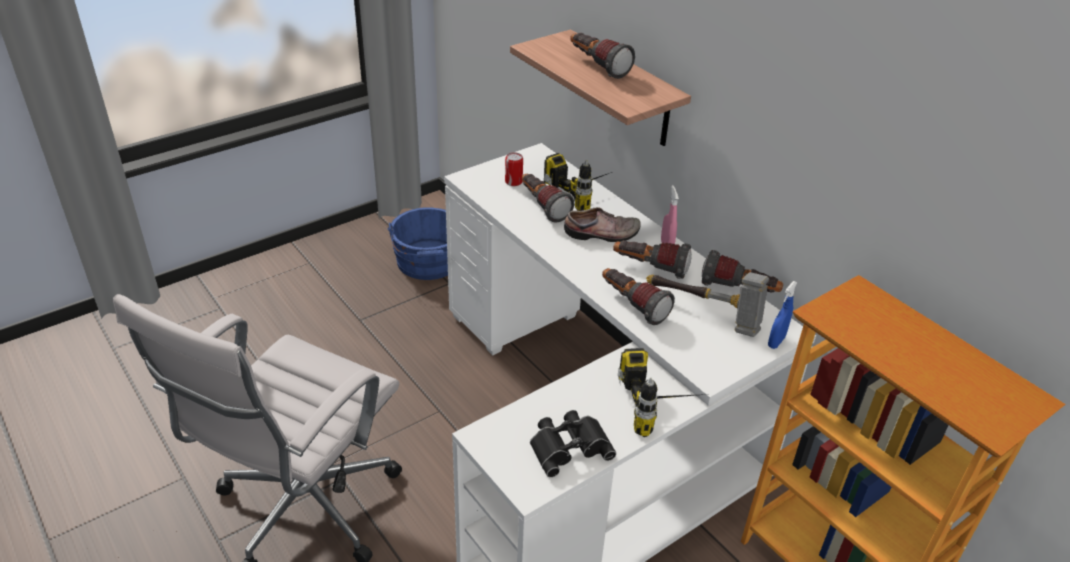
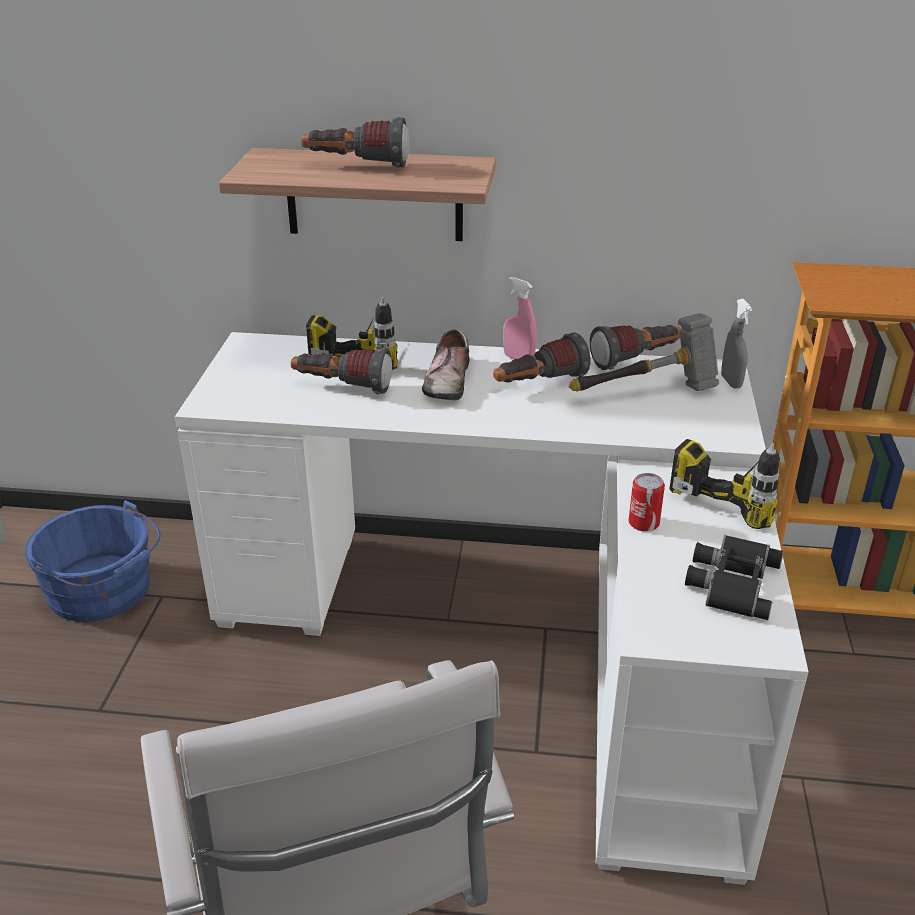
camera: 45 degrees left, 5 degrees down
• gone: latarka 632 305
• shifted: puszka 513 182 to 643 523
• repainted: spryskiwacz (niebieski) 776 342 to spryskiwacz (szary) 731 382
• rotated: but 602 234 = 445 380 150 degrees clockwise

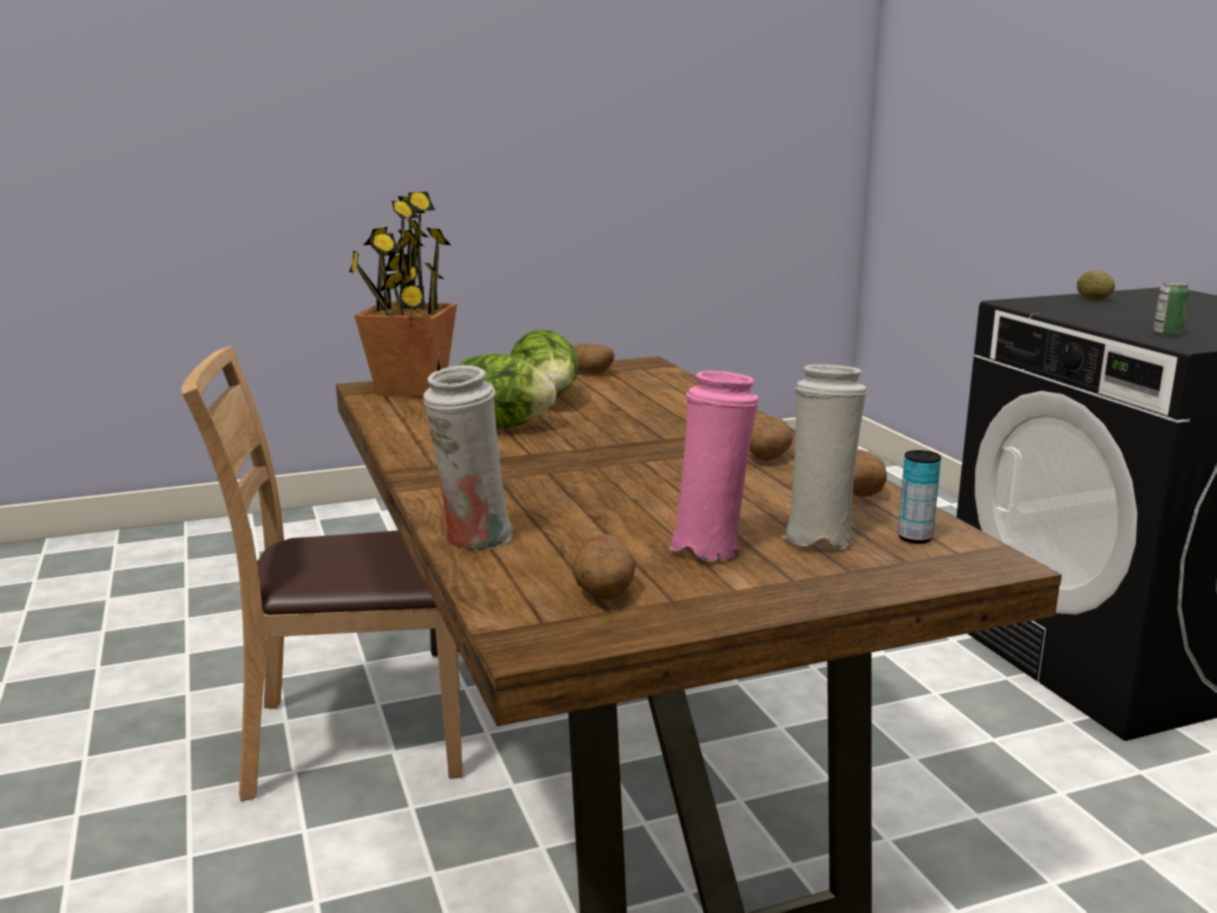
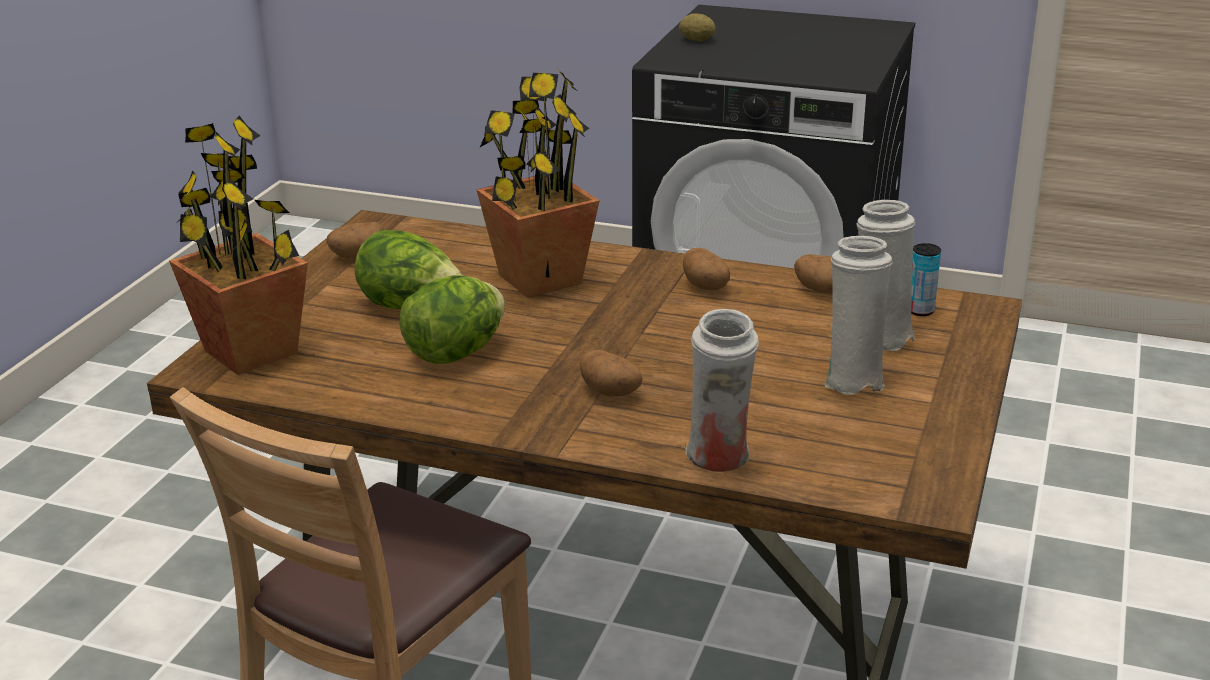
camera: 50 degrees left, 10 degrees up
• gone: puszka 1167 334
• new: roślina doniczkowa 539 279
• shifted: ziemniak 604 593 to 611 392
• repainted: wazon (różowy) 710 548 to wazon (biały) 852 380

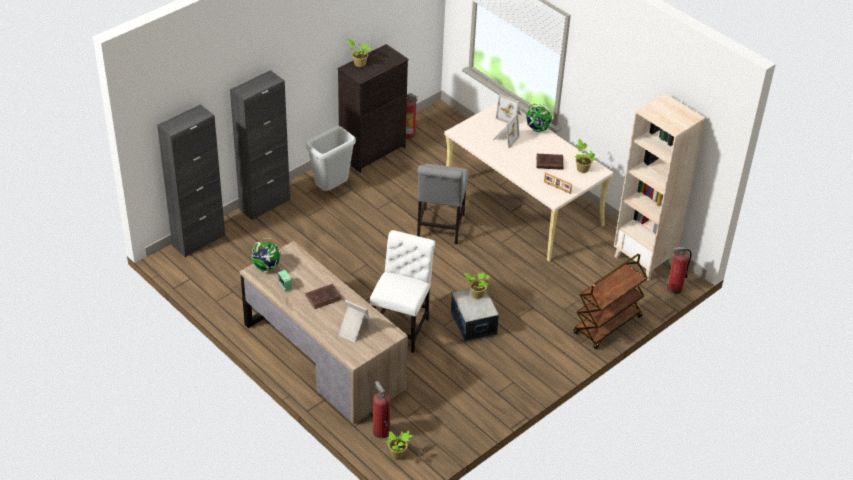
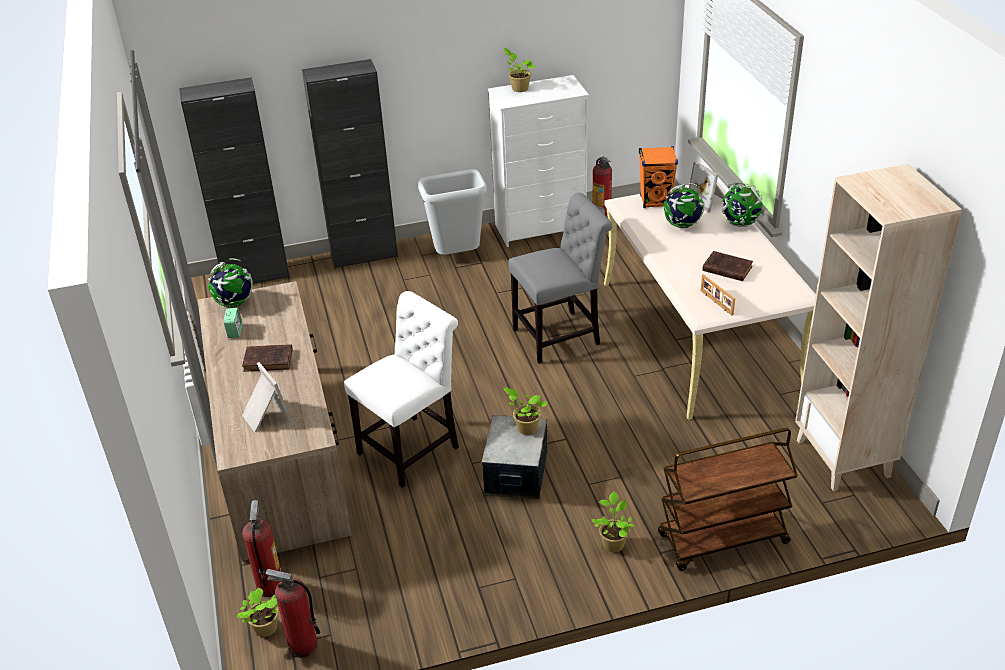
camera: 30 degrees right, 5 degrees down
• new: głośnik (pomarańczowy) 655 201
• shifted: roślina doniczkowa 582 168 to 613 543
• shifted: gaśnica 674 288 to 302 645
• swapped: ramka na zdjęcie 504 139 to globus 682 225
• repainted: komoda (czarny) 373 152 to komoda (biały) 541 228
• rotated: krzesło (szary) 439 228 = 560 336 150 degrees counterclockwise

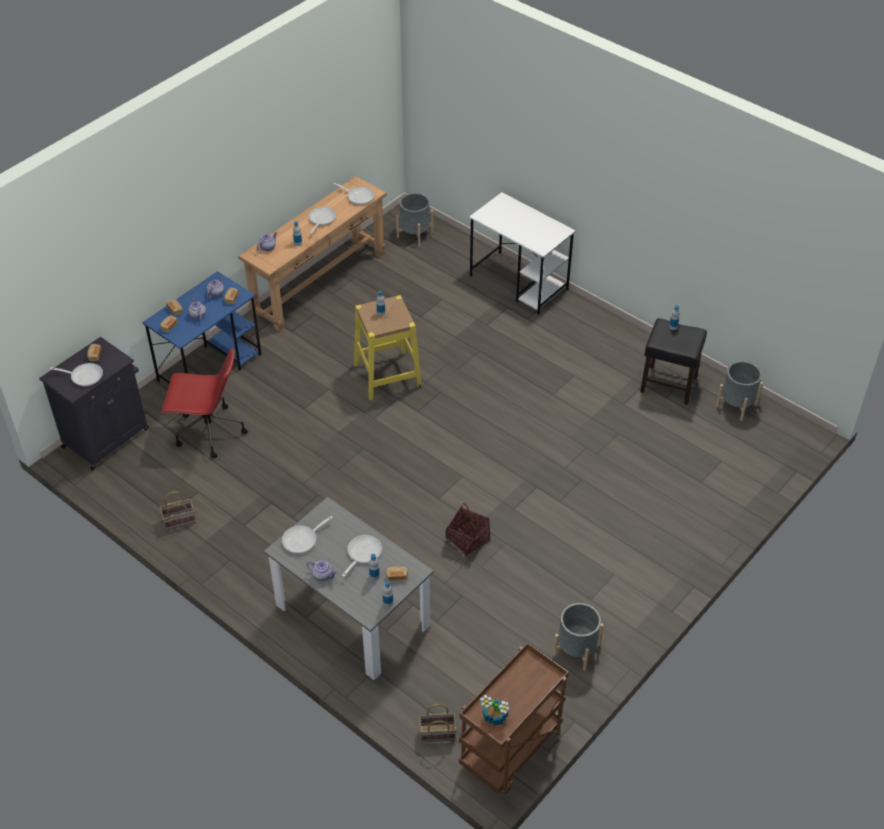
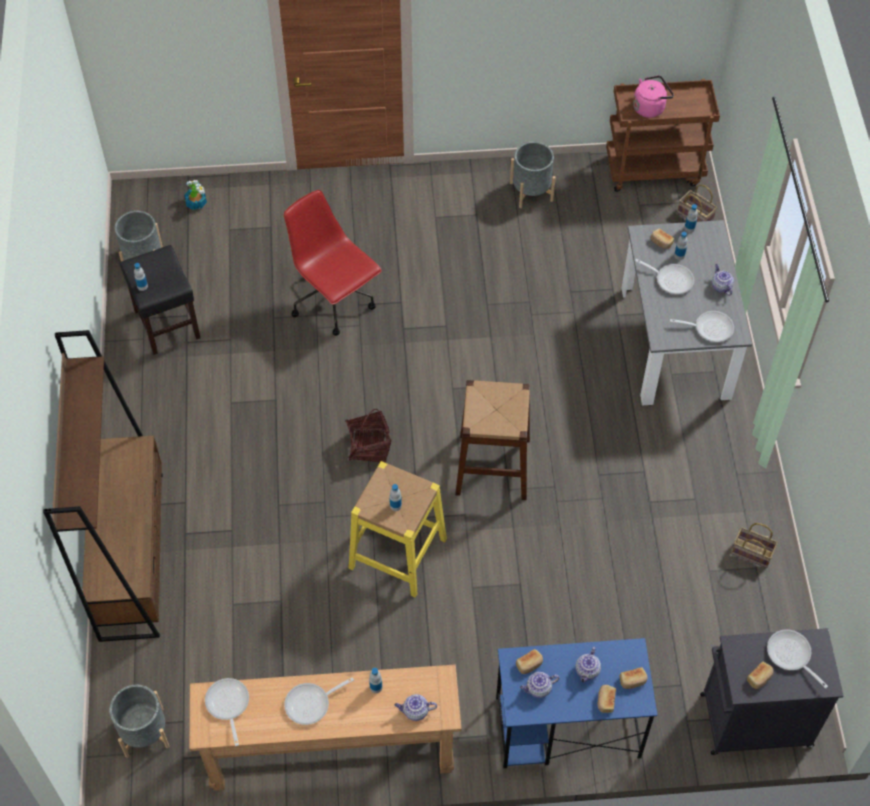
camera: 135 degrees left, 10 degrees up
• new: stołek (brązowy) 493 466
• new: czajnik (różowy) 650 107
• shifted: krzesło biurowe (czerwony) 208 432 to 334 302
• shifted: koszyk 467 540 to 369 446
• shifted: roślina doniczkowa 495 716 to 196 203
• swapped: biurko (biały) 519 282 to regał (brązowy) 132 554
• rotated: patelnia 362 553 = 671 279 135 degrees counterclockwise

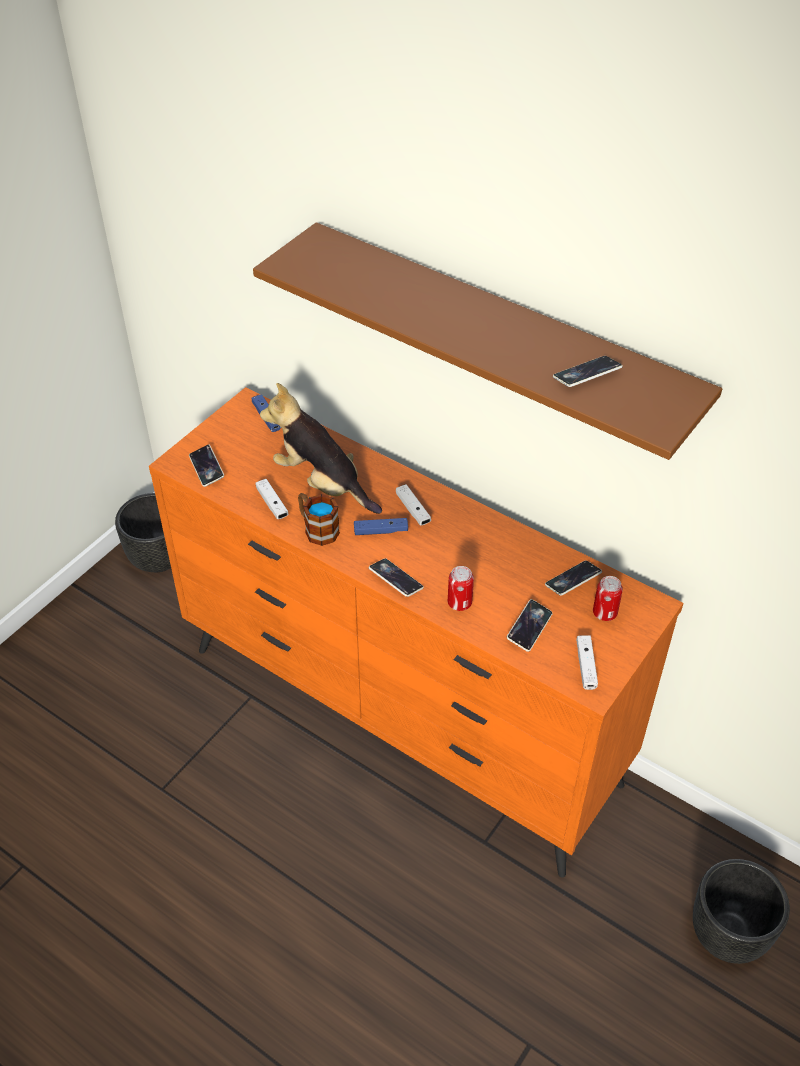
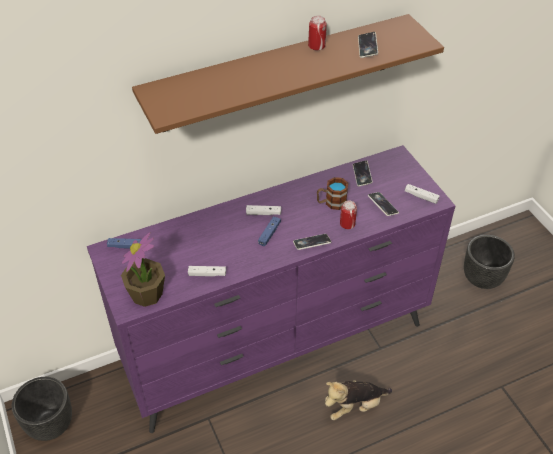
camera: 60 degrees left, 0 degrees up
• shifted: pluszak 322 483 to 354 406
• shifted: kubek 317 529 to 331 203
• shifted: puszka 604 613 to 316 46
• swapped: telefon 206 468 to roślina doniczkowa 147 294
• repainted: komoda (pomarańczowy) 402 717 to komoda (fioletowy) 277 346

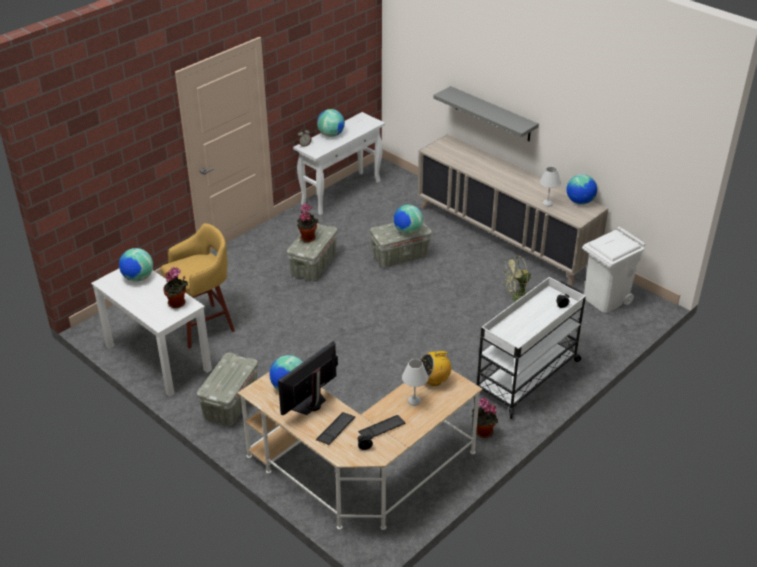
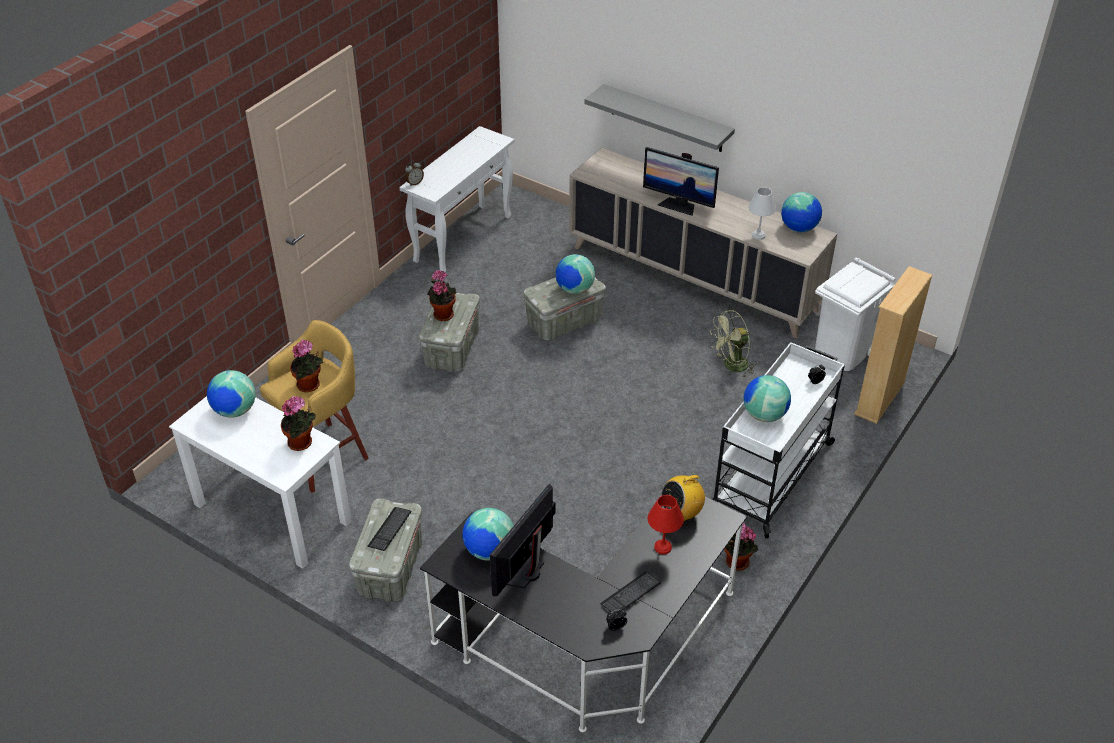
camera: 10 degrees left, 5 degrees up
• new: roślina doniczkowa 310 385
• new: monitor 679 205
• new: regał (beżowy) 880 398
• shifted: klawiatura 335 429 to 389 529
• shifted: globus 331 134 to 764 414
• repainted: biurko (beżowy) 361 474 to biurko (czarny) 592 646
• repainted: lampa stołowa (biały) 413 401 to lampa stołowa (czerwony) 662 547

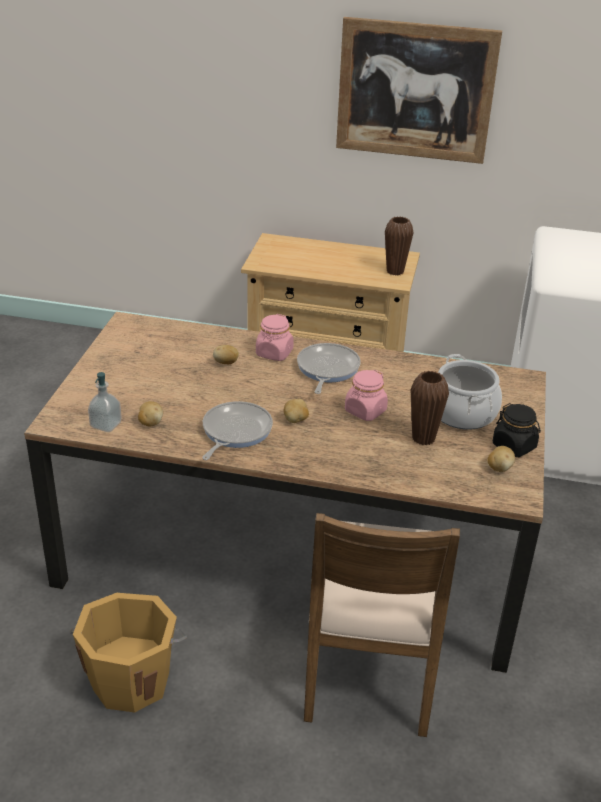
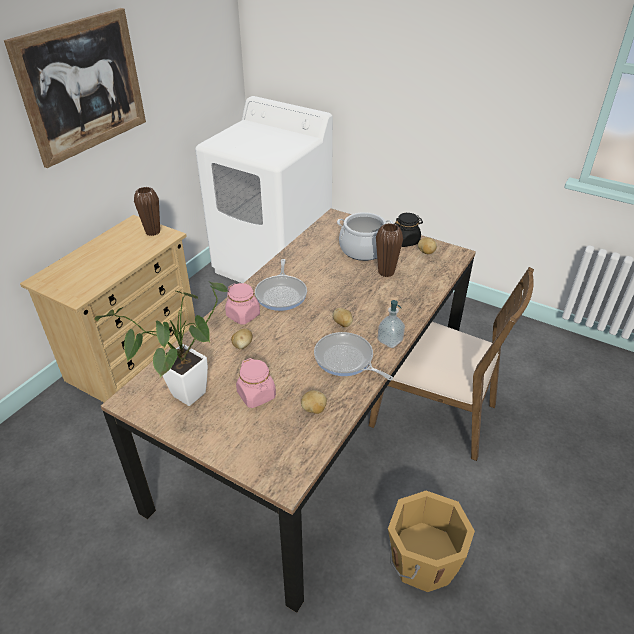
camera: 70 degrees left, 5 degrees up
• new: roślina doniczkowa 183 399
• shifted: dozownik mydła 106 425 to 390 340
• shifted: słoik (różowy) 365 411 to 256 395
• rotated: patelnia 326 369 = 281 294 120 degrees counterclockwise

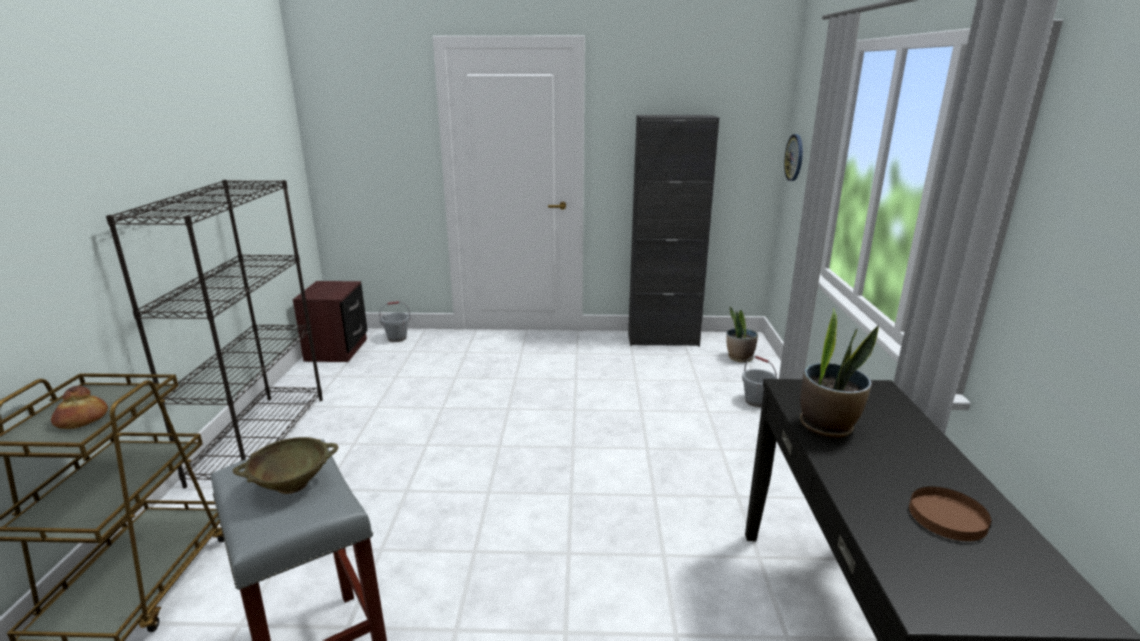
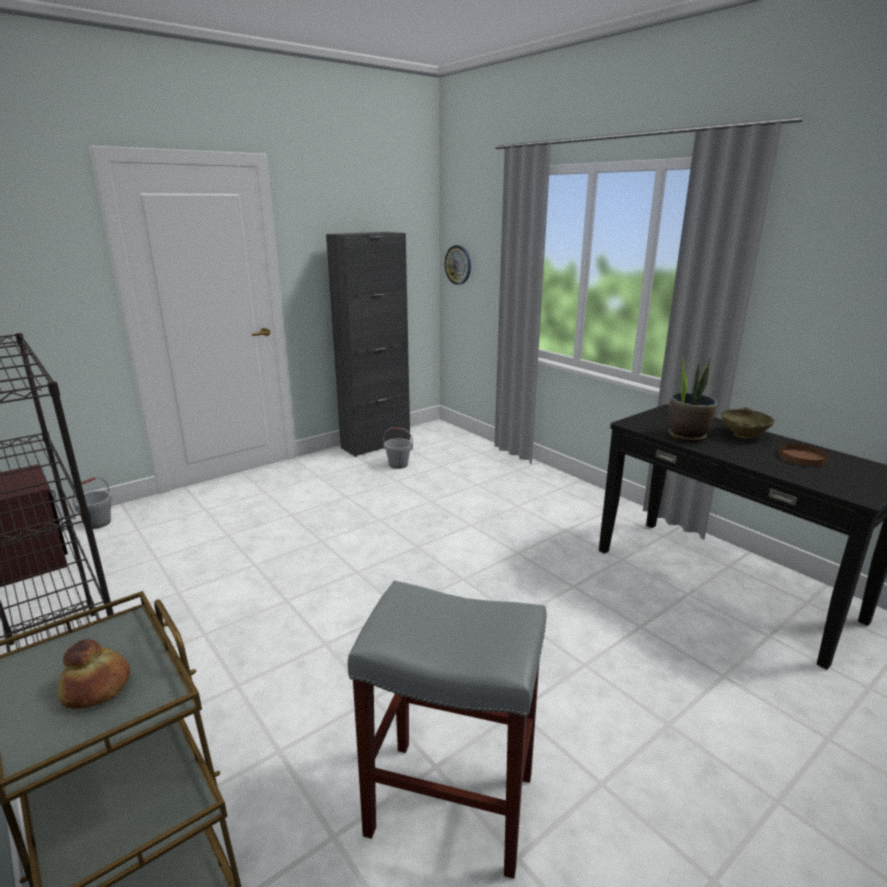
camera: 40 degrees left, 0 degrees up
• gone: roślina doniczkowa 739 358
• shifted: miska (beżowy) 292 484 to 743 435
• shifted: wiadro (szary) 756 401 to 398 464

